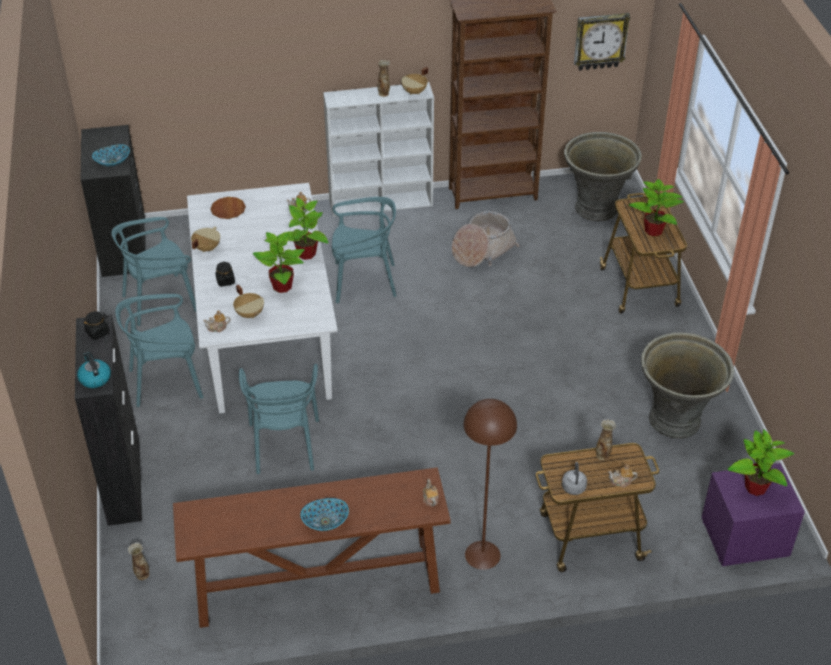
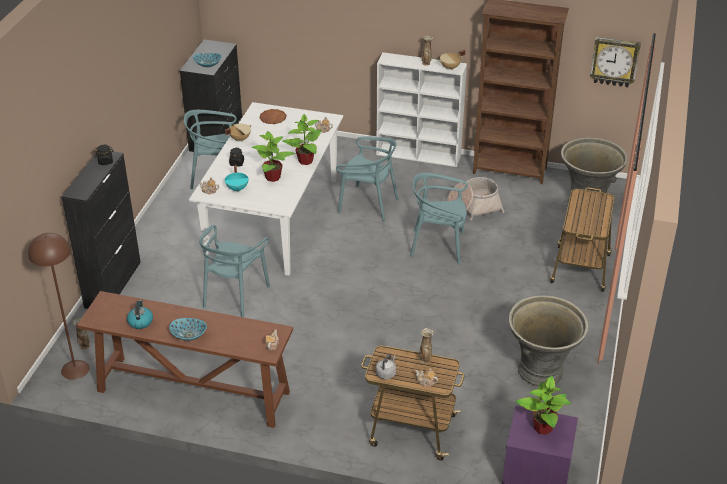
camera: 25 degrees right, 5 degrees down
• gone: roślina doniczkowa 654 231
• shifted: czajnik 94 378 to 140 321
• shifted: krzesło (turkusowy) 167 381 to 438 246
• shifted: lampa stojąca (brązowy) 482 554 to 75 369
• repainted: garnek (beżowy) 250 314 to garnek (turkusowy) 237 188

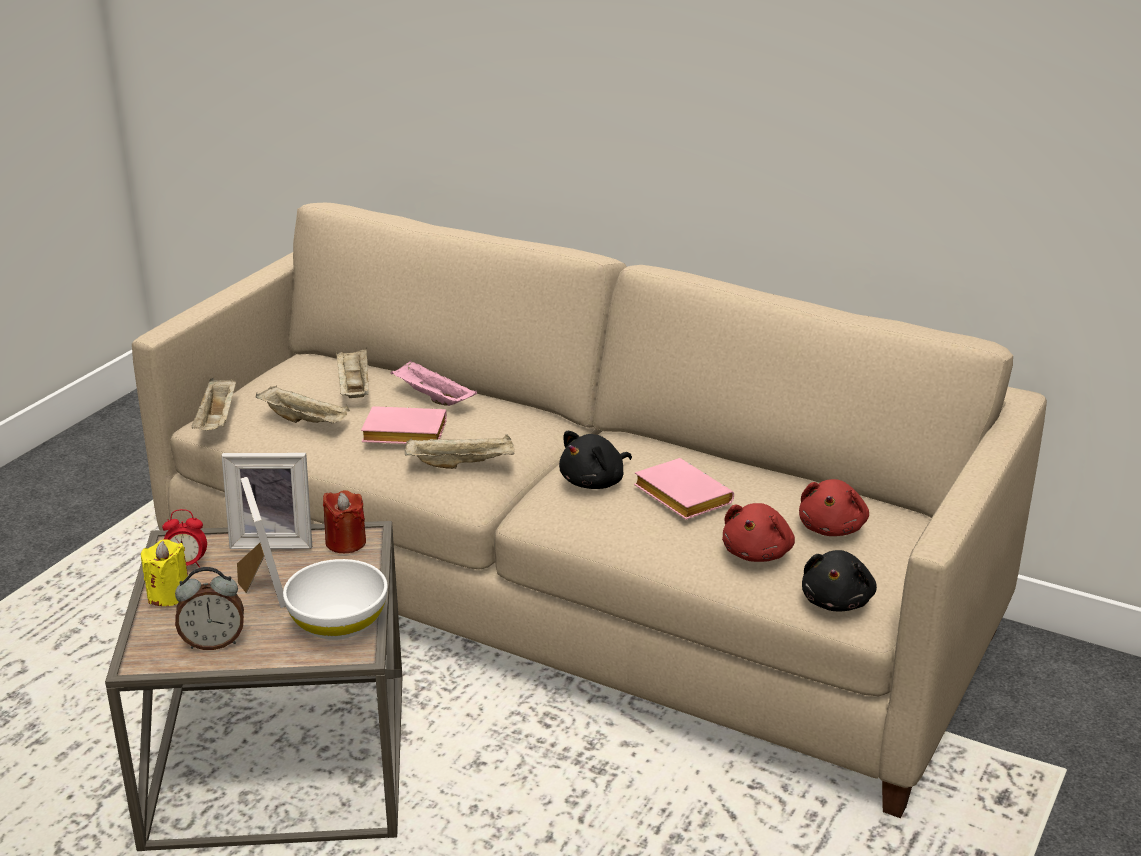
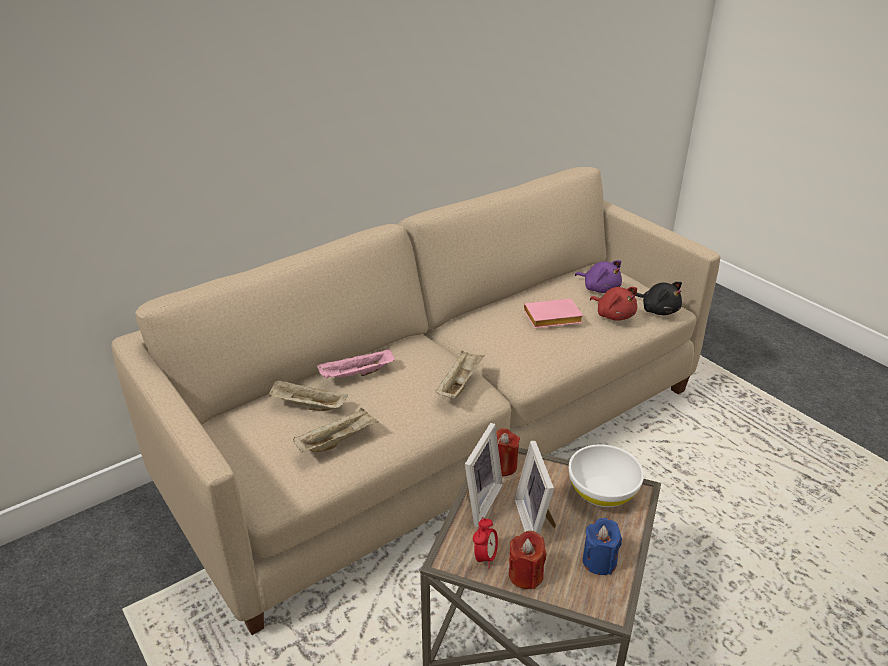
camera: 65 degrees left, 5 degrees up
• gone: taca (beżowy) 217 421
• gone: książka (różowy) 402 434
• gone: pluszak (czarny) 595 482
• swapped: budzik 213 642 to świeca (niebieski) 599 561
• repainted: świeca (żółty) 169 595 to świeca (czerwony) 525 575
• repainted: pluszak (czerwony) 832 527 to pluszak (fioletowy) 599 288
• rotated: ramka na zdjęcie 260 587 = 536 522 105 degrees counterclockwise

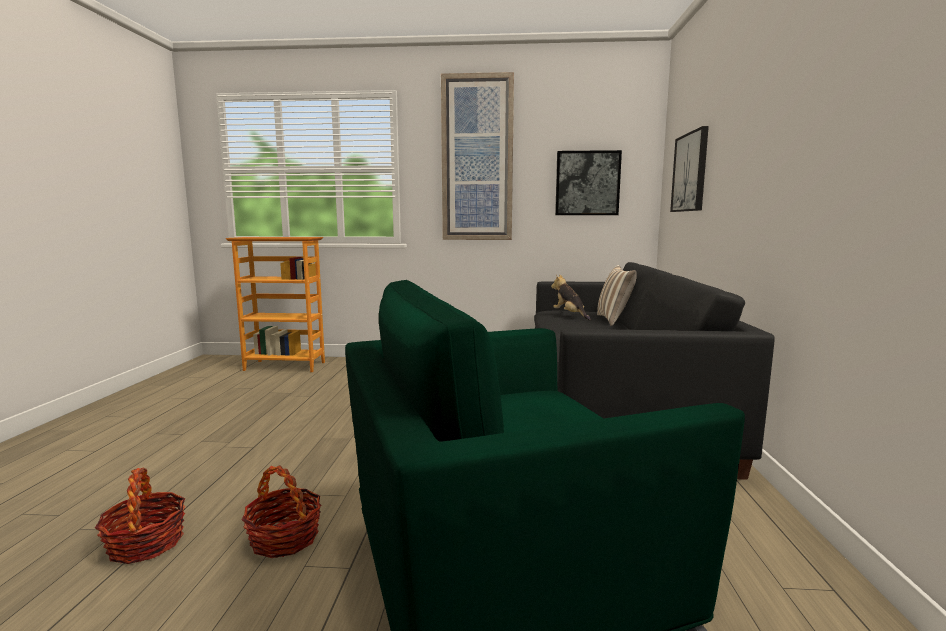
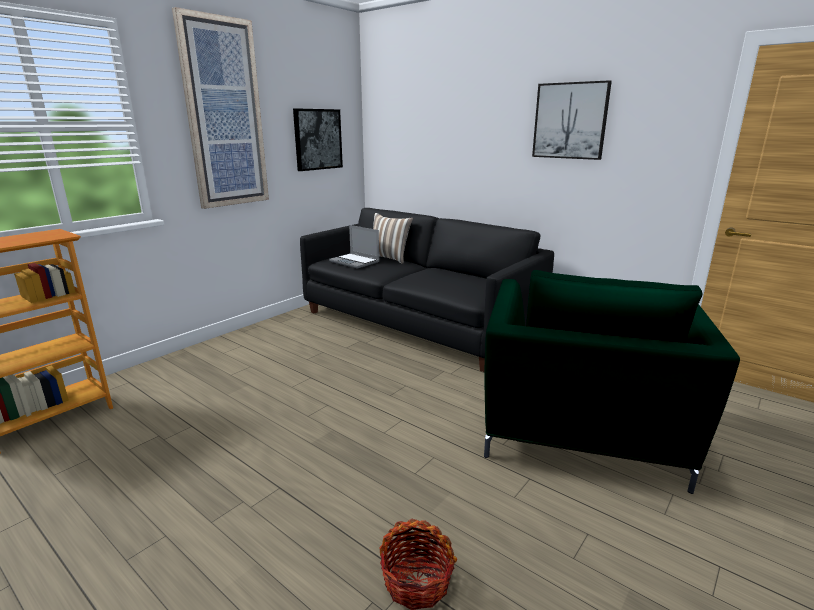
camera: 55 degrees left, 10 degrees up
• gone: koszyk 284 538
• shifted: obraz 690 172 to 570 121
• swapped: pluszak 570 315 to laptop 355 262

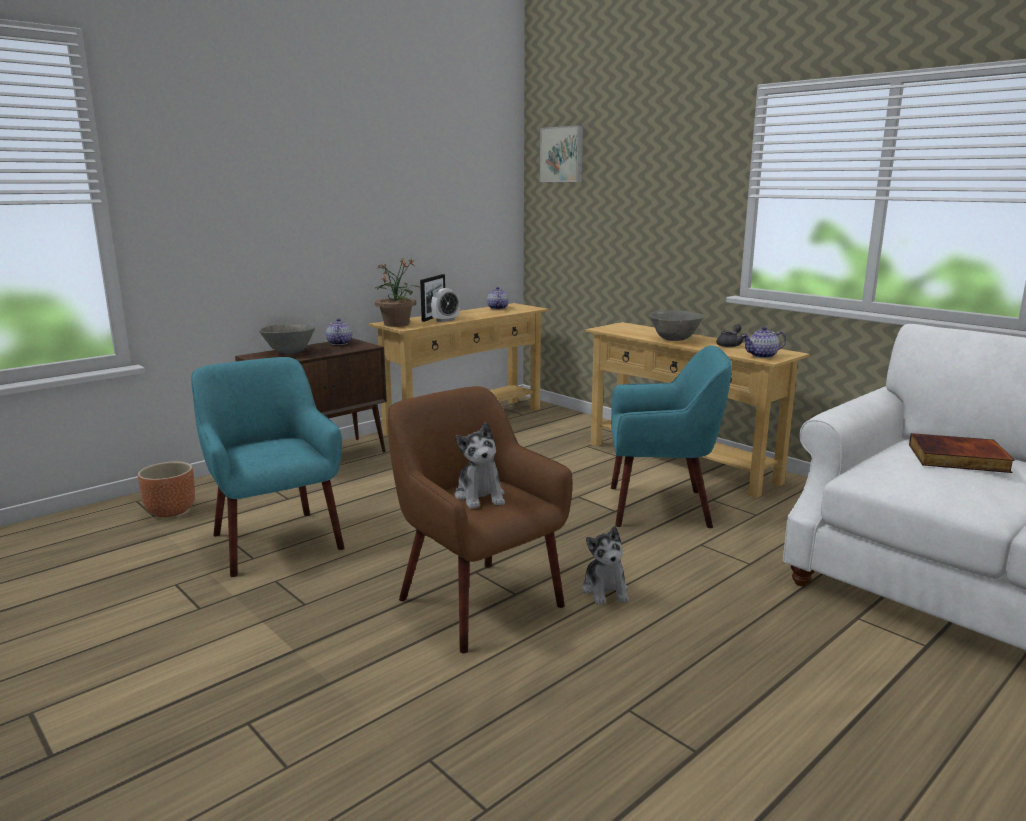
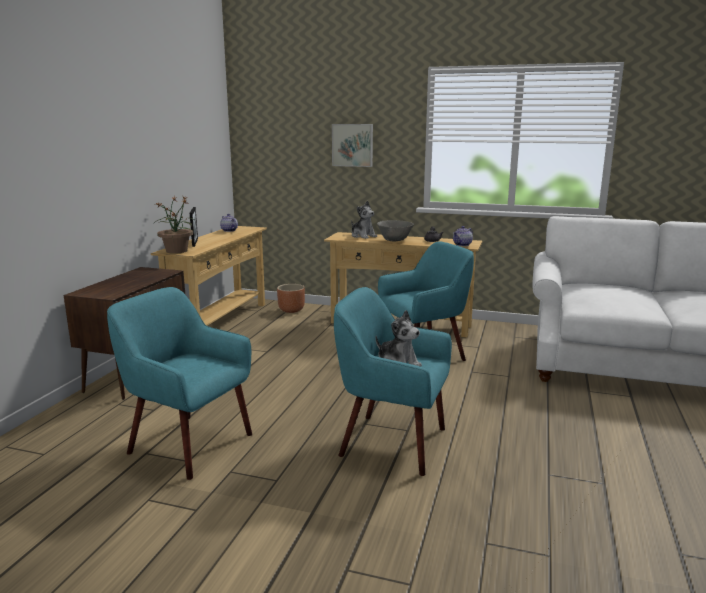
camera: 30 degrees left, 0 degrees up
• gone: miska (szary) 289 353
• gone: imbryk 339 343
• gone: budzik 445 320
• gone: książka 957 458
• shifted: donica (brązowy) 171 511 to 291 310
• shifted: obraz 563 154 to 352 145
• shifted: pluszak 605 590 to 363 236
• repainted: fotel (brązowy) 478 602 to fotel (turkusowy) 391 442

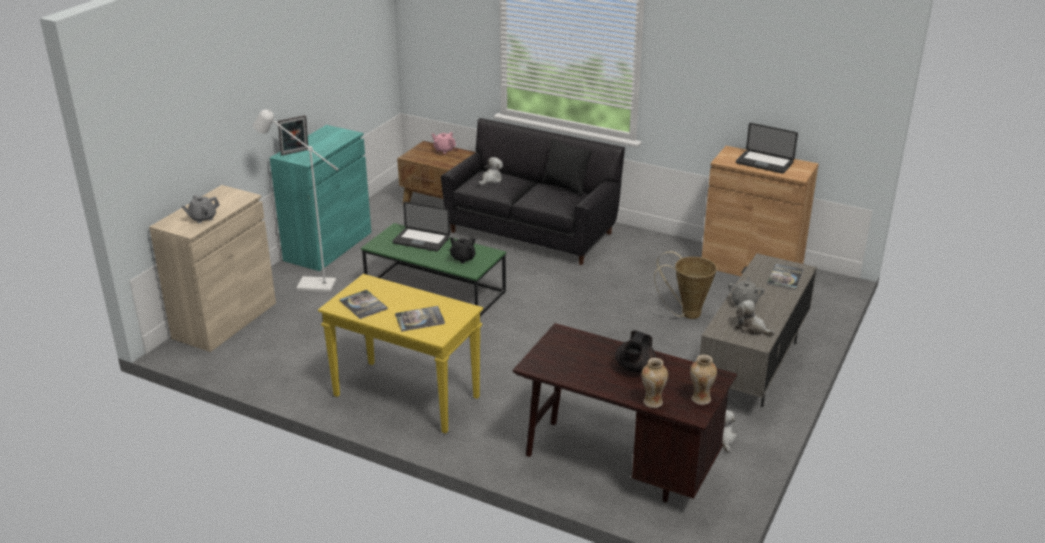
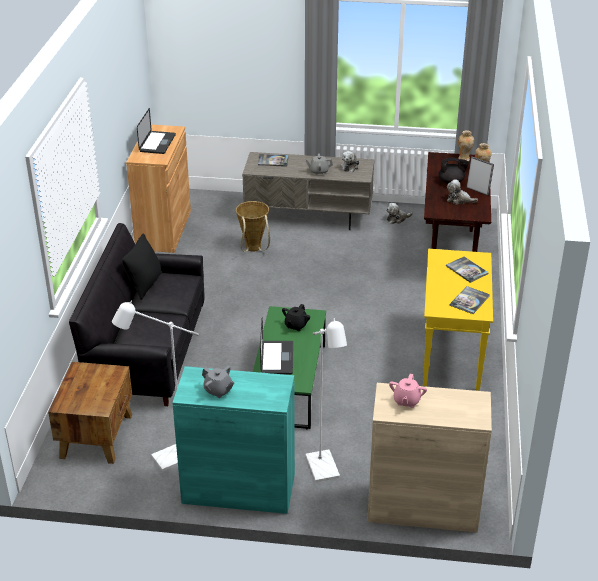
camera: 110 degrees left, 5 degrees up
• new: lampa stojąca (biały) 166 460
• shifted: imbryk (szary) 202 218 to 218 391
• shifted: ramka na zdjęcie 295 152 to 478 190
• shifted: imbryk (różowy) 444 150 to 406 401
• shifted: pluszak 491 180 to 459 200

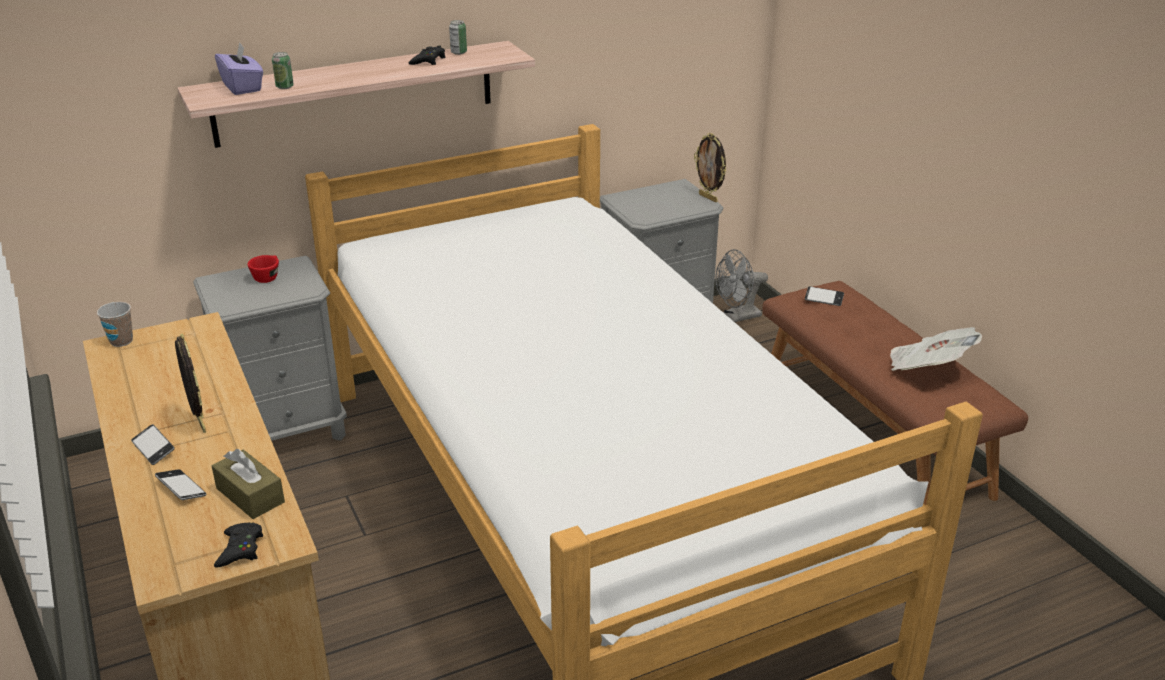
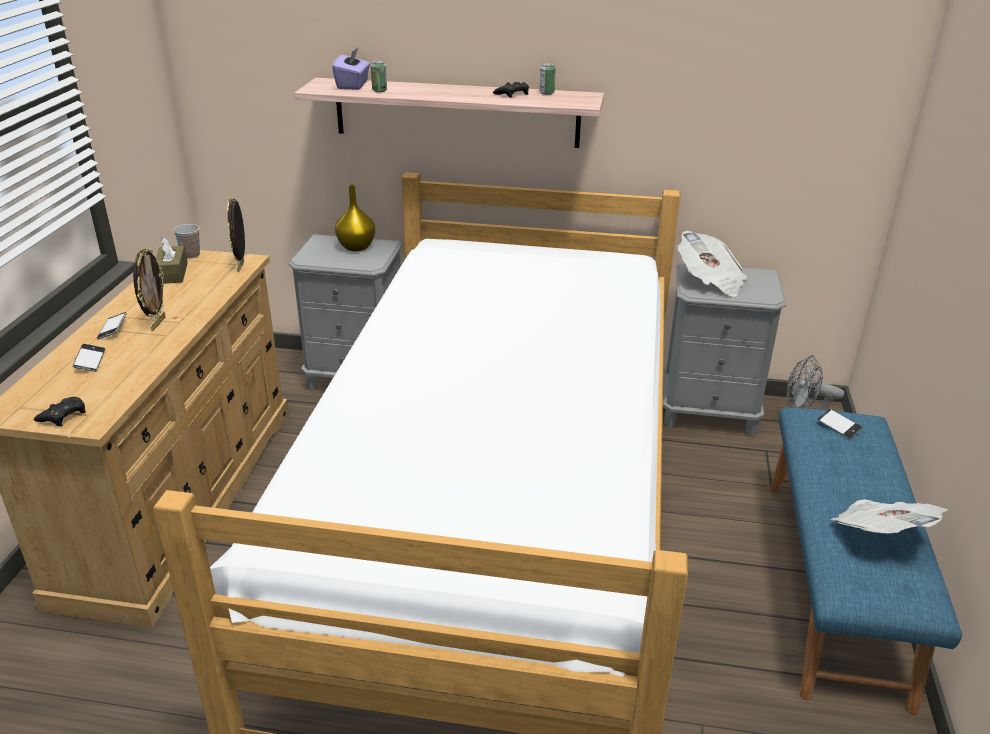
camera: 35 degrees right, 0 degrees up
• new: gazeta 710 281
• shifted: pudełko chusteczek (brązowy) 250 495 to 172 273
• shifted: ramka na zdjęcie 708 198 to 242 266
• swapped: filiżanka (czerwony) 267 276 to wazon (żółty) 356 247
• repainted: ławka (brązowy) 873 434 to ławka (niebieski) 835 585

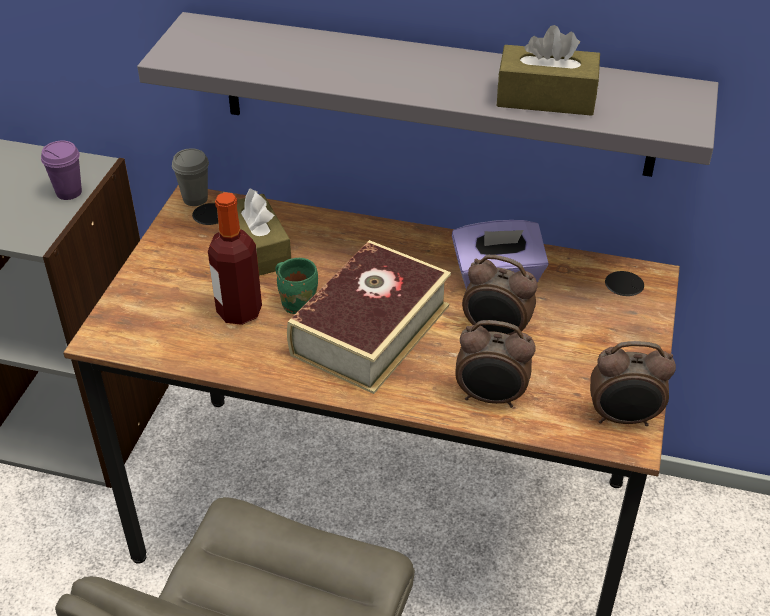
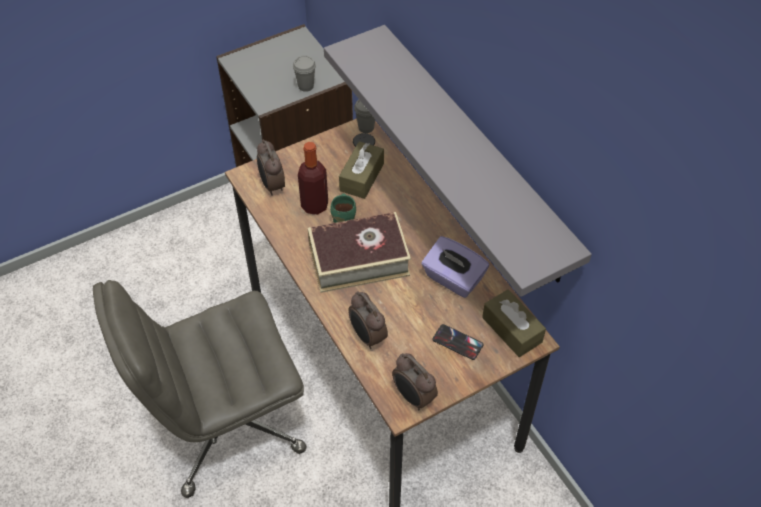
camera: 45 degrees right, 10 degrees up
• new: telefon 457 342
• shifted: budzik 496 332 to 272 185
• shifted: pudełko chusteczek (brązowy) 546 98 to 512 330
• repainted: filiżanka (fioletowy) 69 192 to filiżanka (szary) 306 86

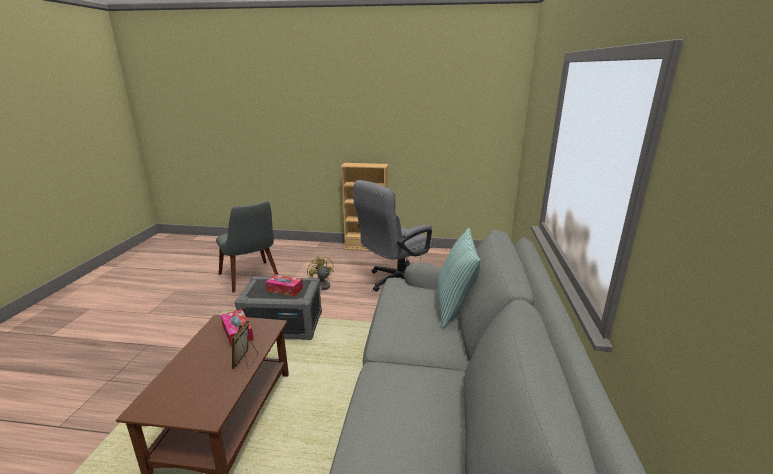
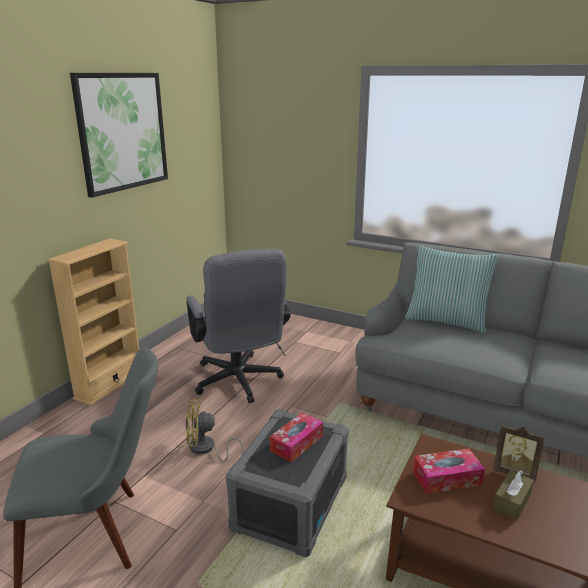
camera: 70 degrees left, 0 degrees up
• new: obraz 122 132
• new: pudełko chusteczek (brązowy) 511 502

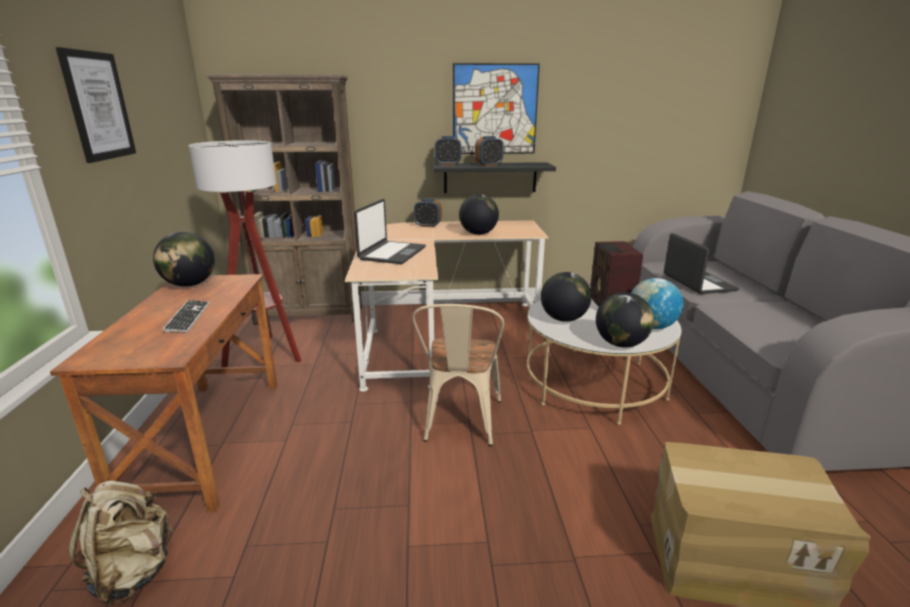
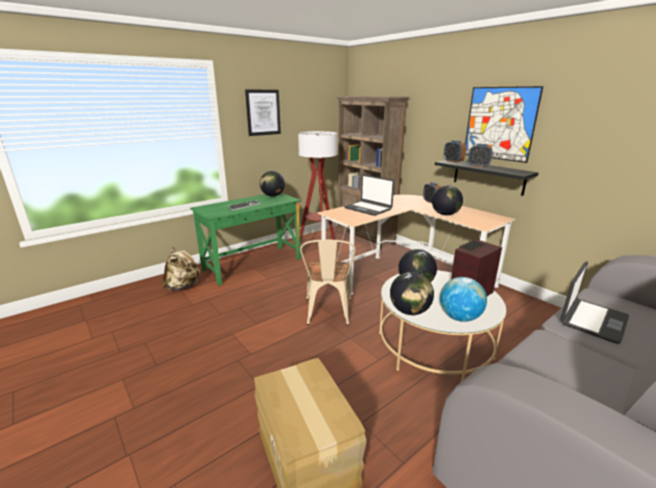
camera: 55 degrees right, 0 degrees up
• repainted: biurko (brązowy) 207 439 to biurko (zielony) 252 264
• rotated: laptop 391 253 = 368 208 60 degrees clockwise
• rotated: krzesło (beżowy) 460 424 = 328 314 60 degrees counterclockwise

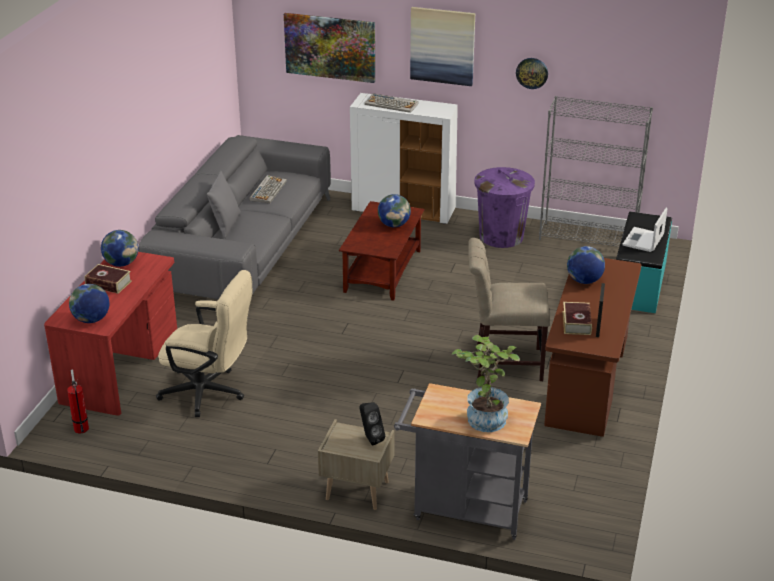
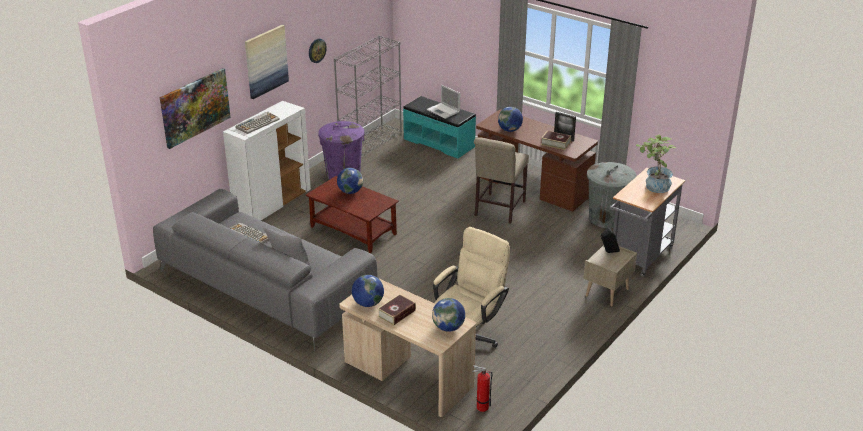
camera: 70 degrees left, 0 degrees up
• new: kosz na śmieci (szary) 607 218
• repainted: biurko (czerwony) 121 367 to biurko (beżowy) 407 376

